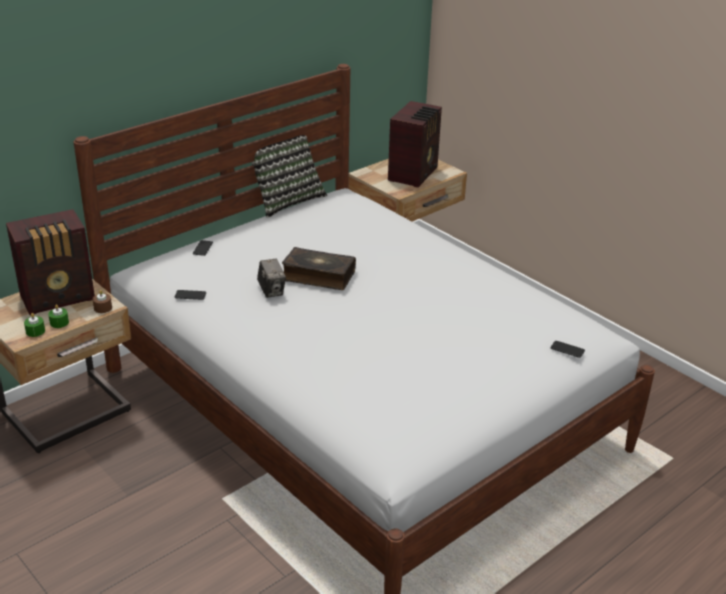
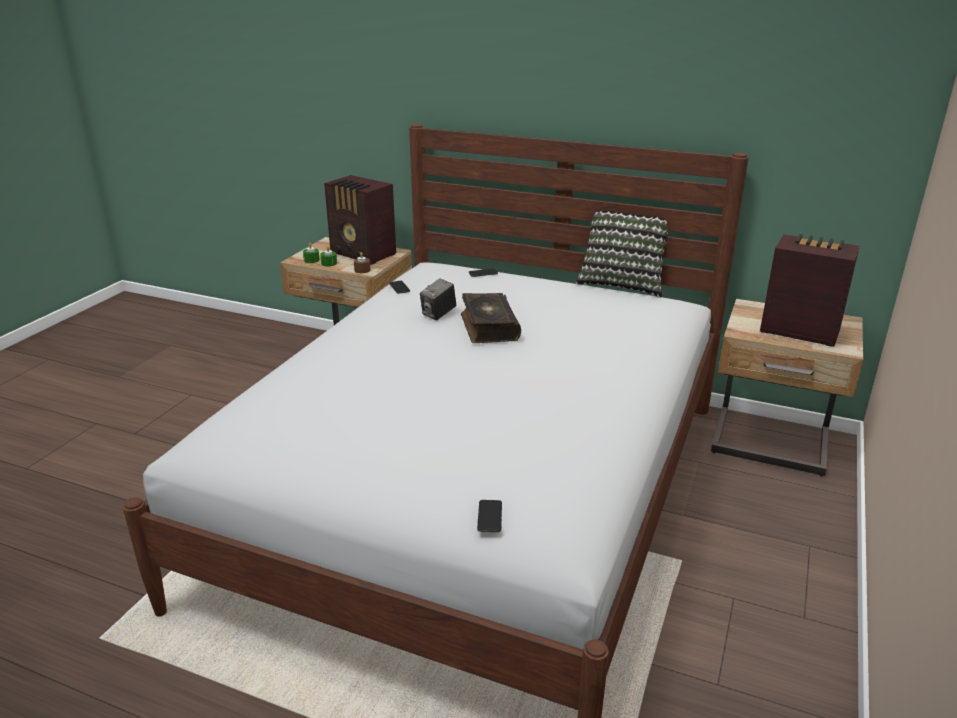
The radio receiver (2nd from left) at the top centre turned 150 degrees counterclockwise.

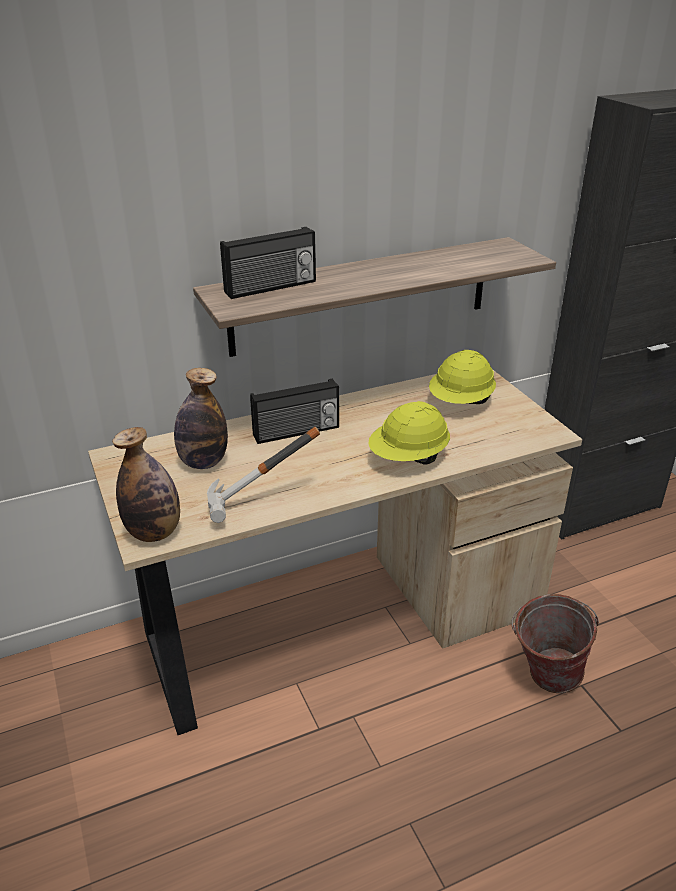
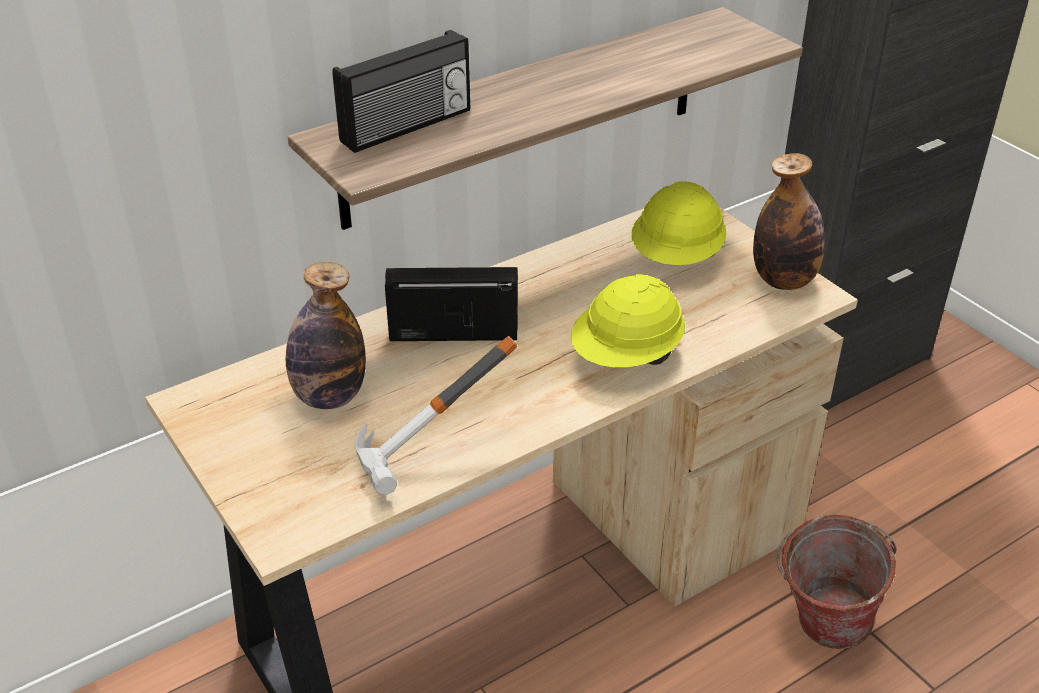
The drink bottle (1st from left in the first image) moved from the middle left to the top right.
The radio receiver (2nd from left) at the centre turned 150 degrees counterclockwise.

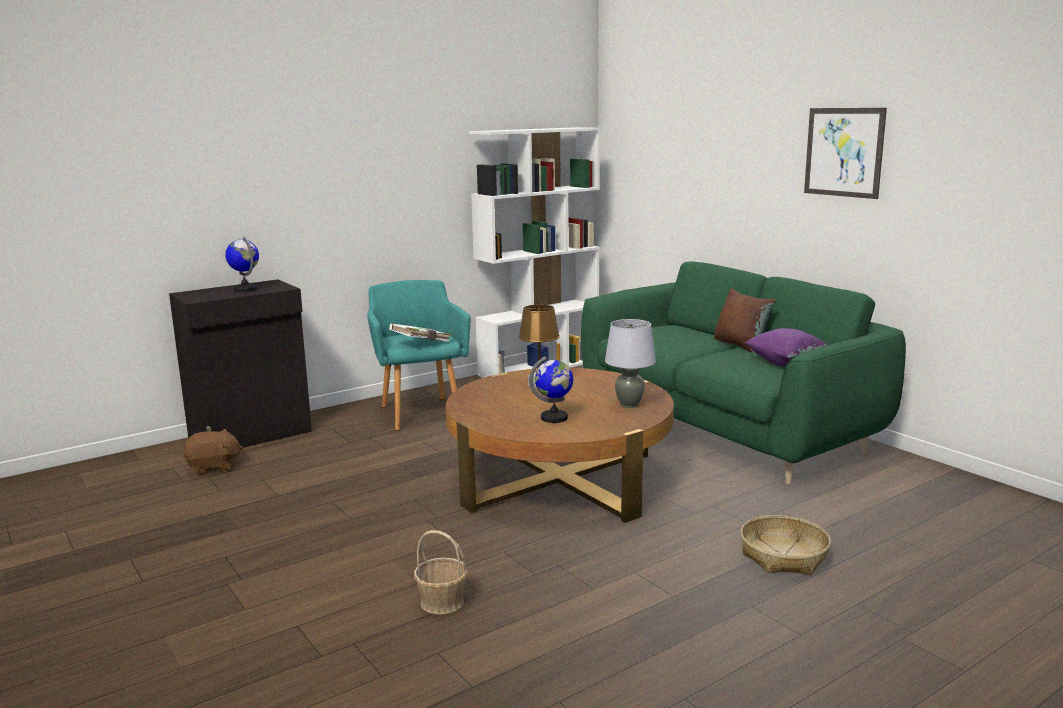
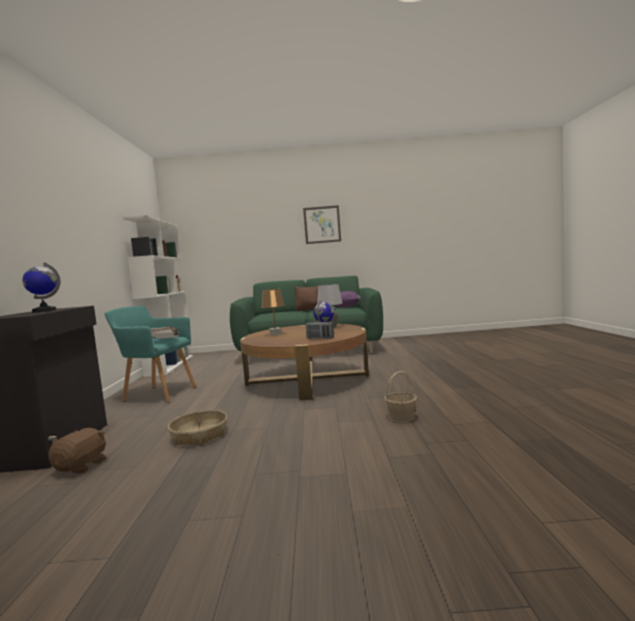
The radio receiver at the centre appeared.
The basket (2nd from left in the first image) moved from the bottom right to the bottom left.

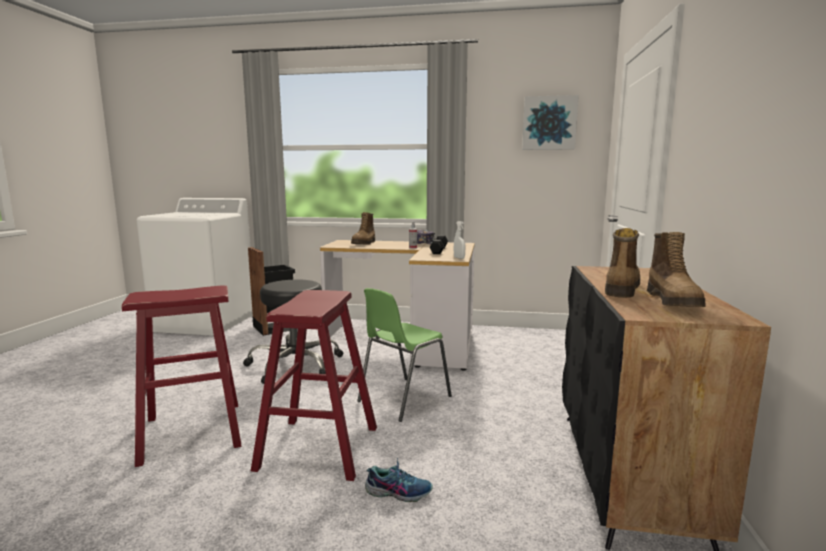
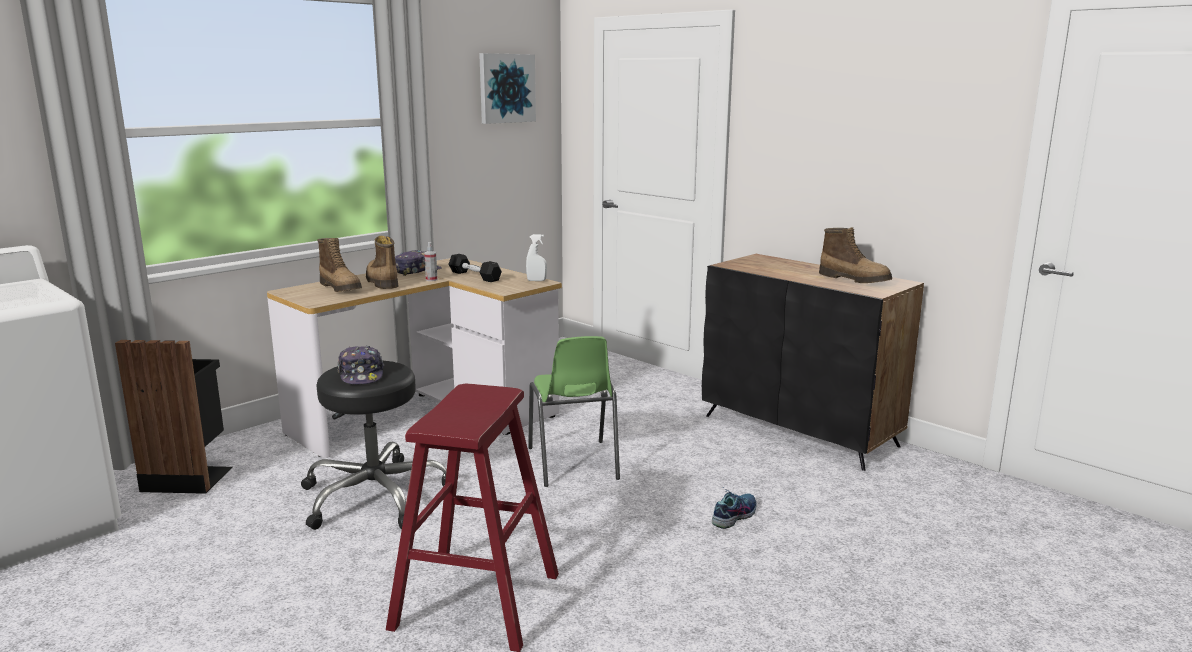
The reddish sitting stool (2nd from left) at the bottom centre disappeared.
The peaked cap (1st from left) at the middle left appeared.
The boot (2nd from left) moved from the middle right to the middle left.

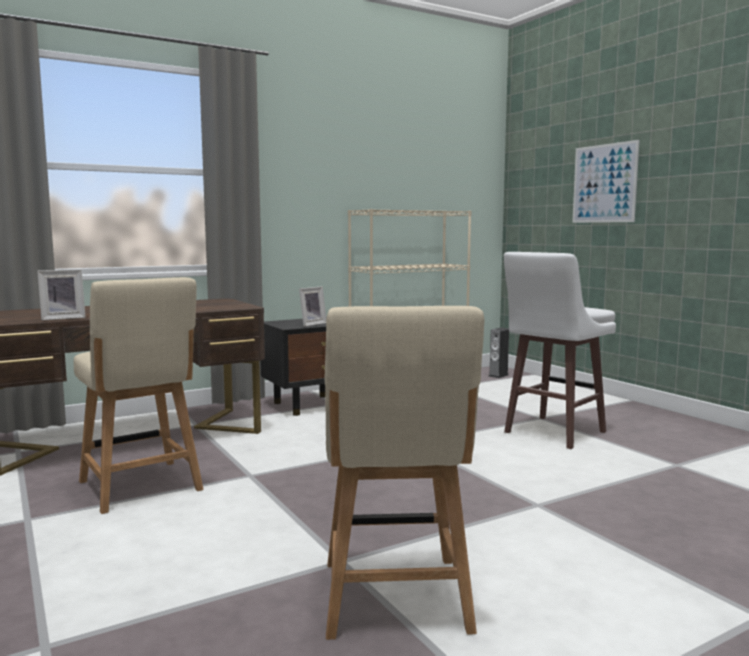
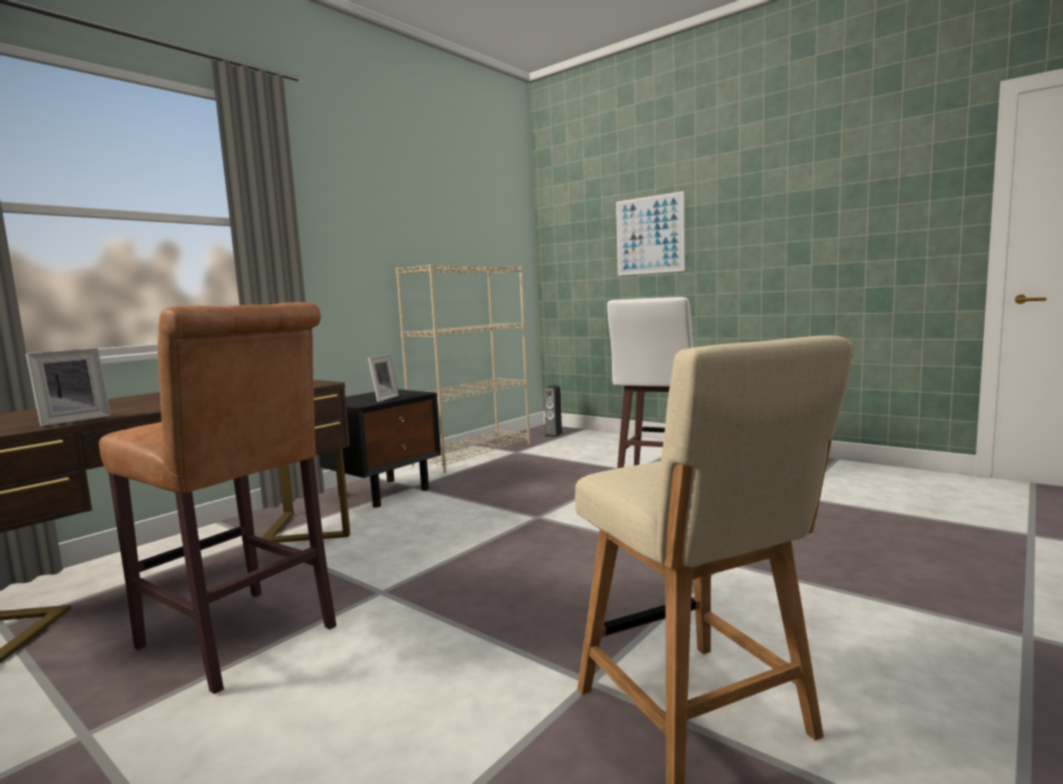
The beige plain chair (1st from left) at the middle left was replaced by the brown-coloured sitting stool at the middle left.

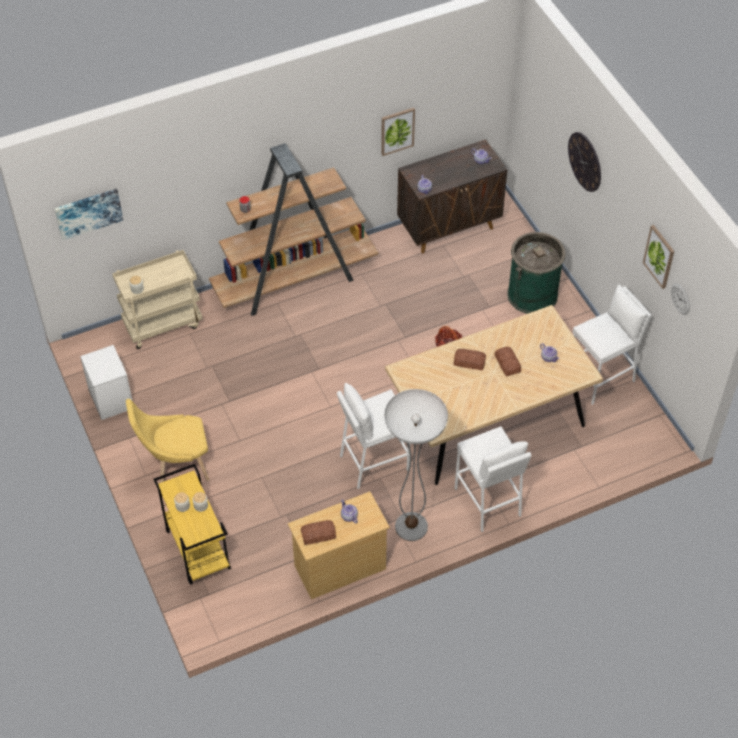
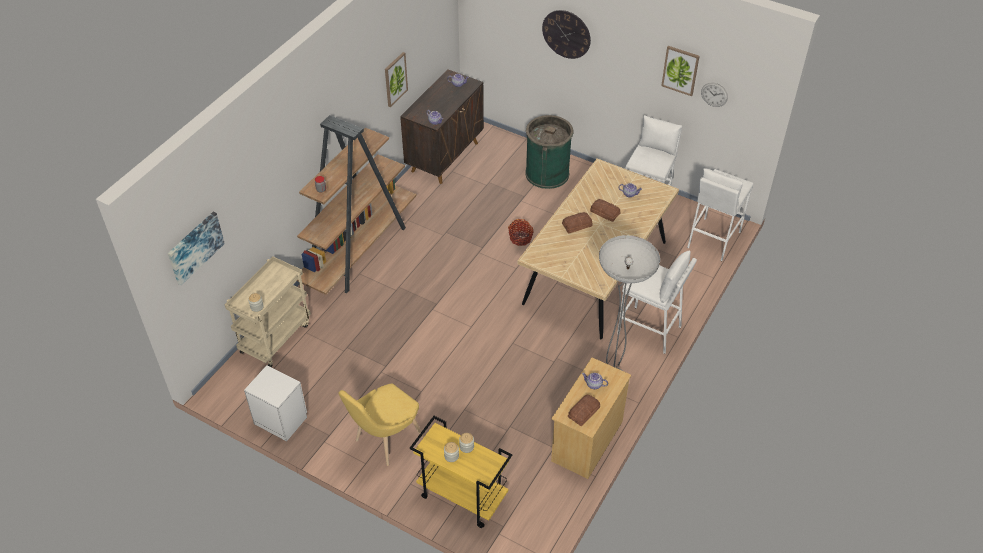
The whitish sitting stool (1st from left in the first image) moved from the centre to the middle right.

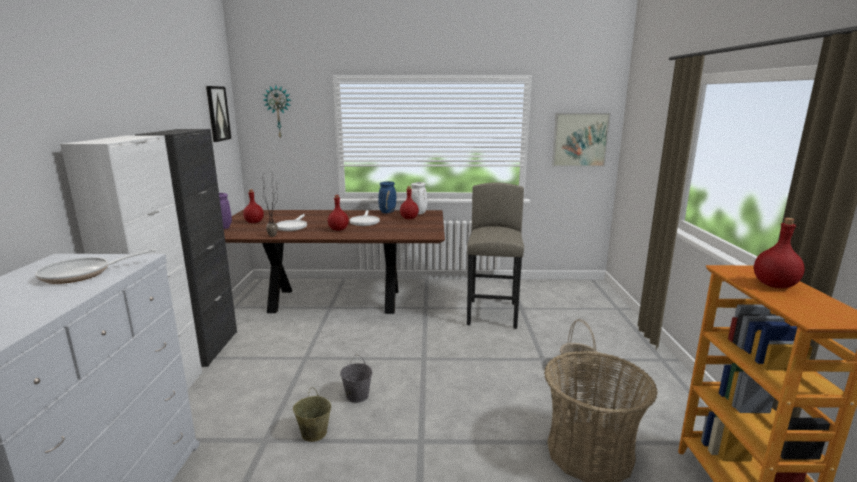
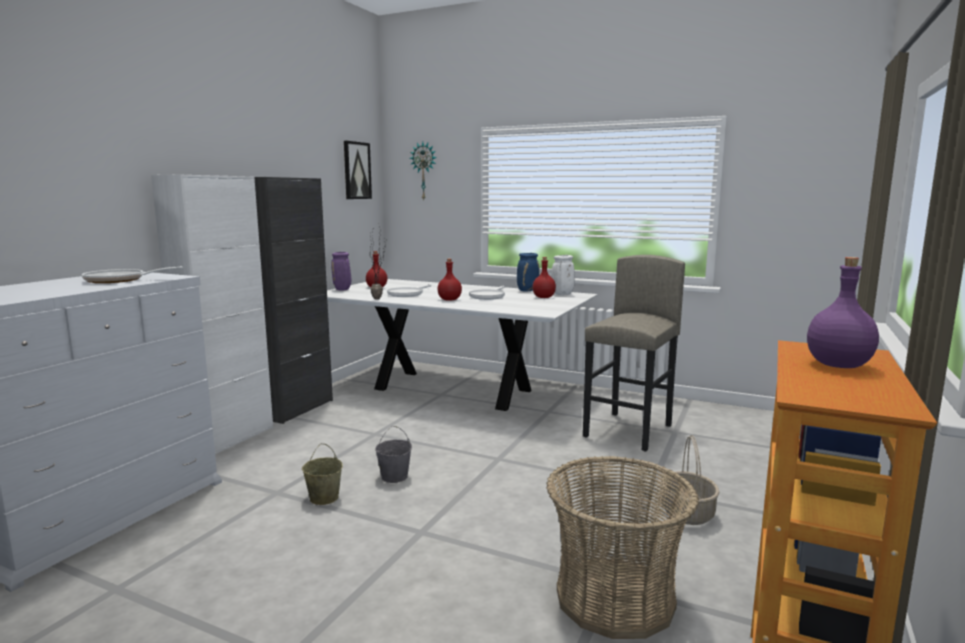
The wall art (2nd from left) at the top right disappeared.
The brown-coloured dinner table at the centre became the whitish dinner table at the centre.
The reddish drink bottle (4th from left) at the middle right became the purplish drink bottle at the middle right.

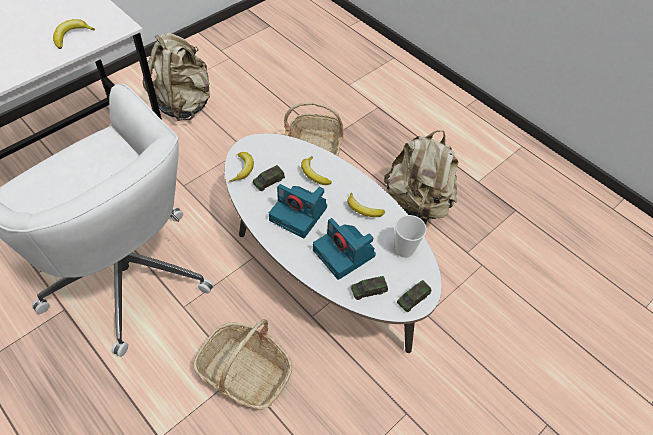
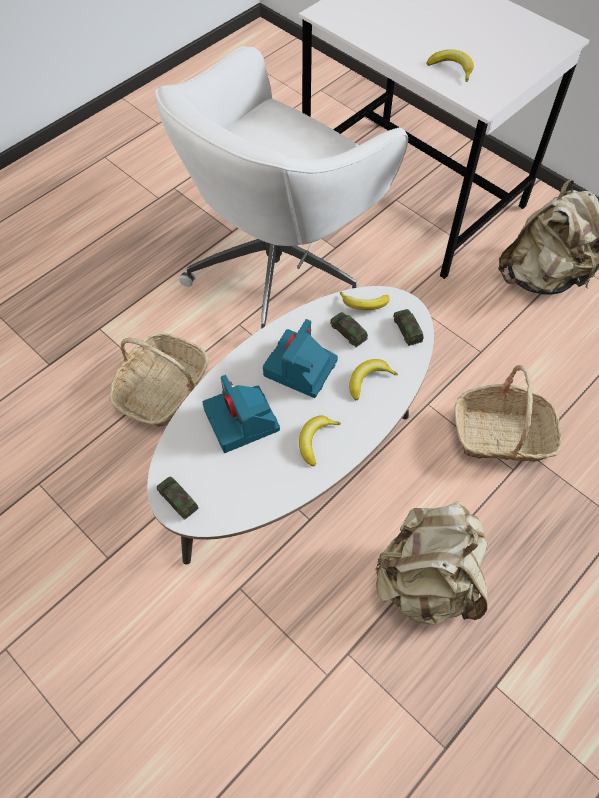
The drinking cup at the centre disappeared.
The model car (2nd from left in the first image) moved from the centre to the middle right.
The photo camera (2nd from left in the first image) at the centre turned 75 degrees counterclockwise.

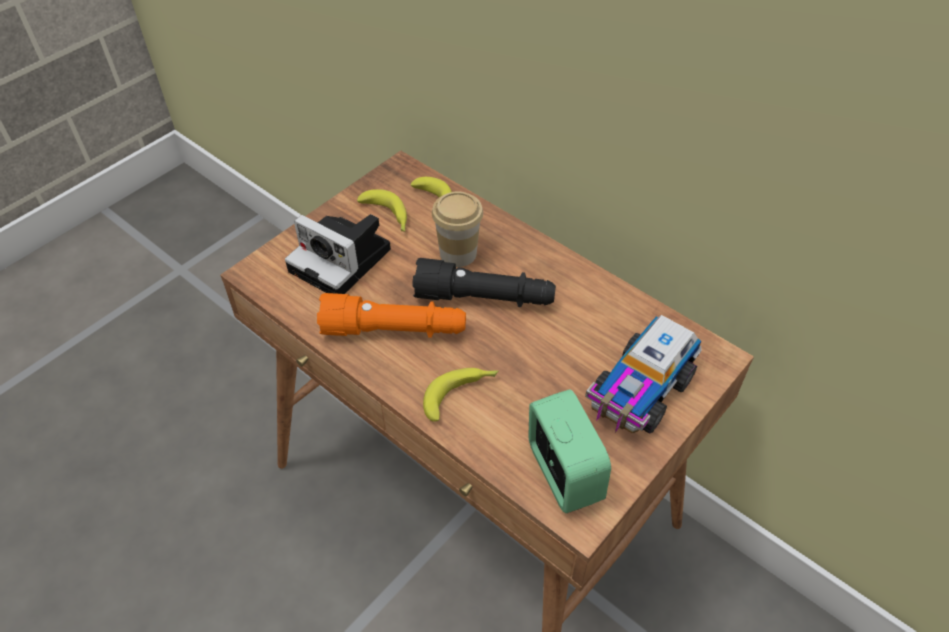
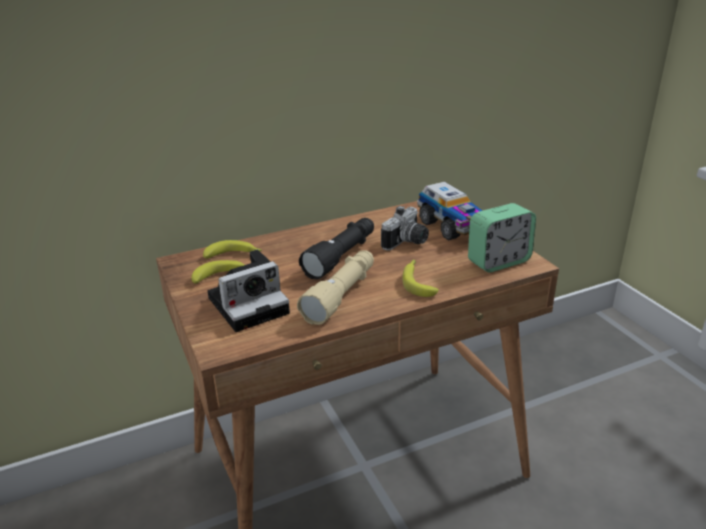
The drinking cup at the centre disappeared.
The photo camera (2nd from left) at the centre appeared.
The orange flashlight at the centre became the beige flashlight at the centre.
The bedside clock at the bottom centre turned 150 degrees clockwise.

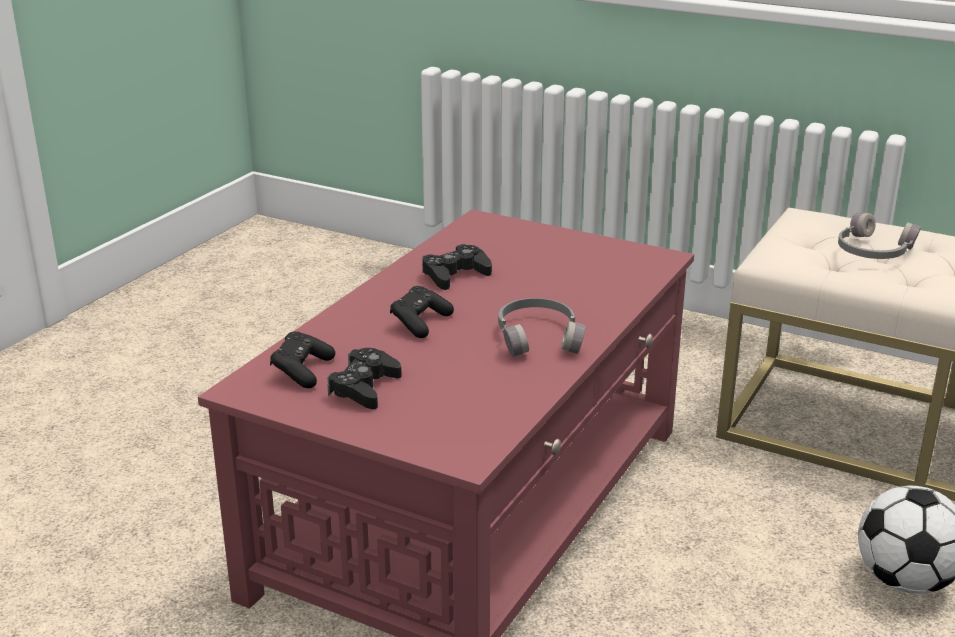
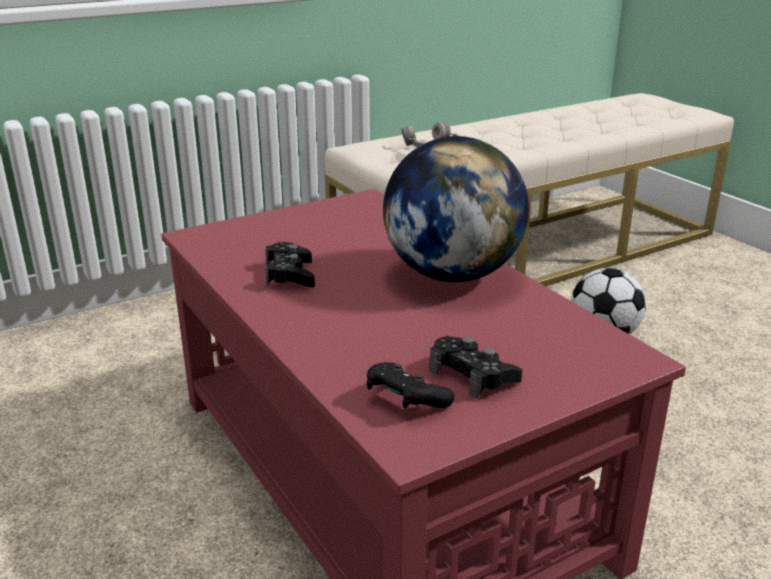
The blackish gamepad (3rd from left) at the centre disappeared.
The grey pair of headphones (1st from left) at the centre was replaced by the world globe at the centre.

